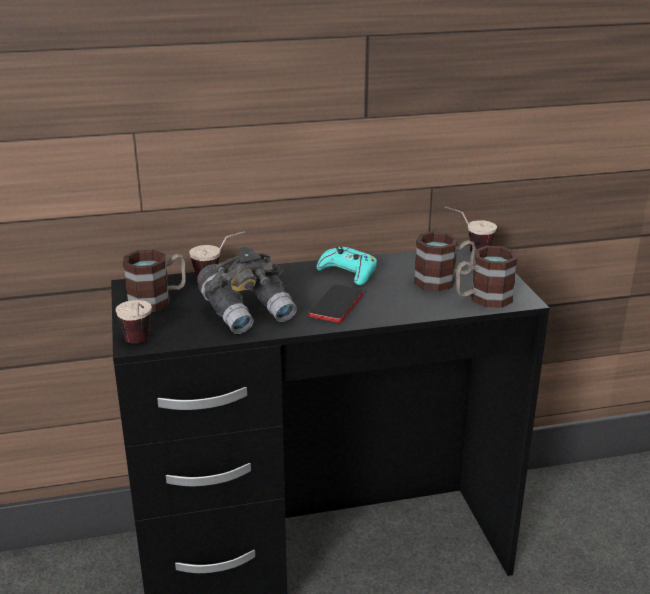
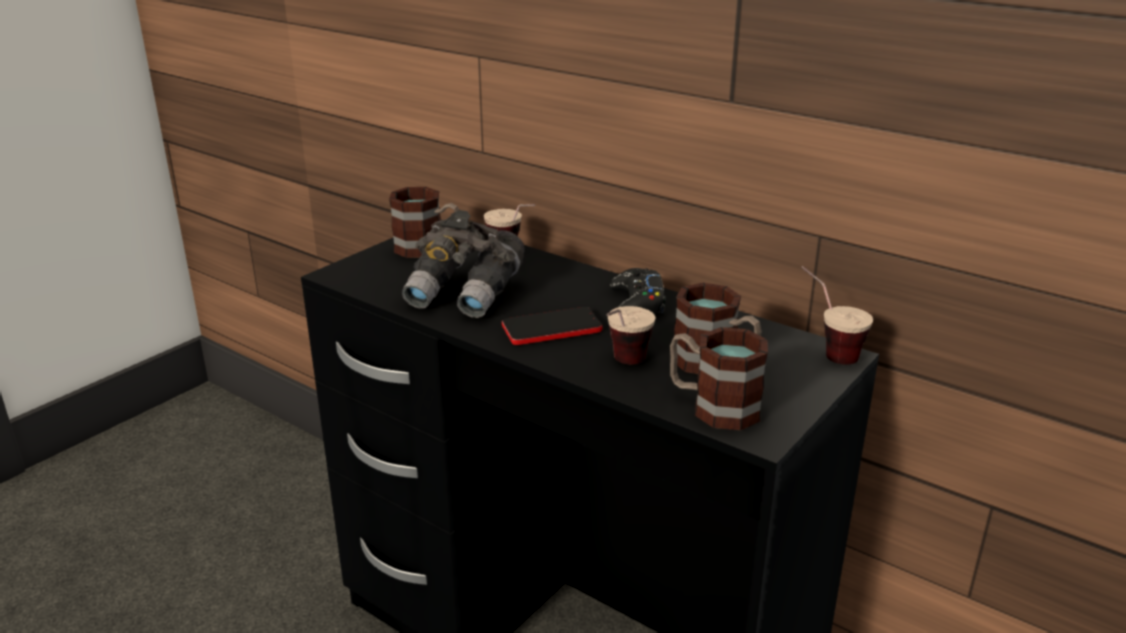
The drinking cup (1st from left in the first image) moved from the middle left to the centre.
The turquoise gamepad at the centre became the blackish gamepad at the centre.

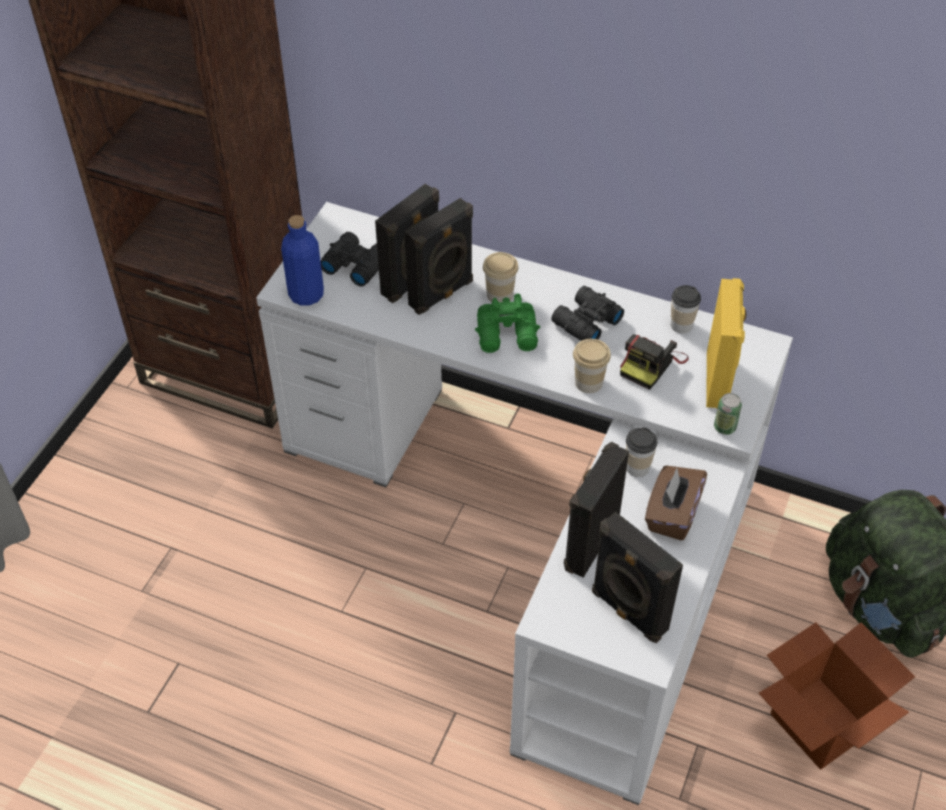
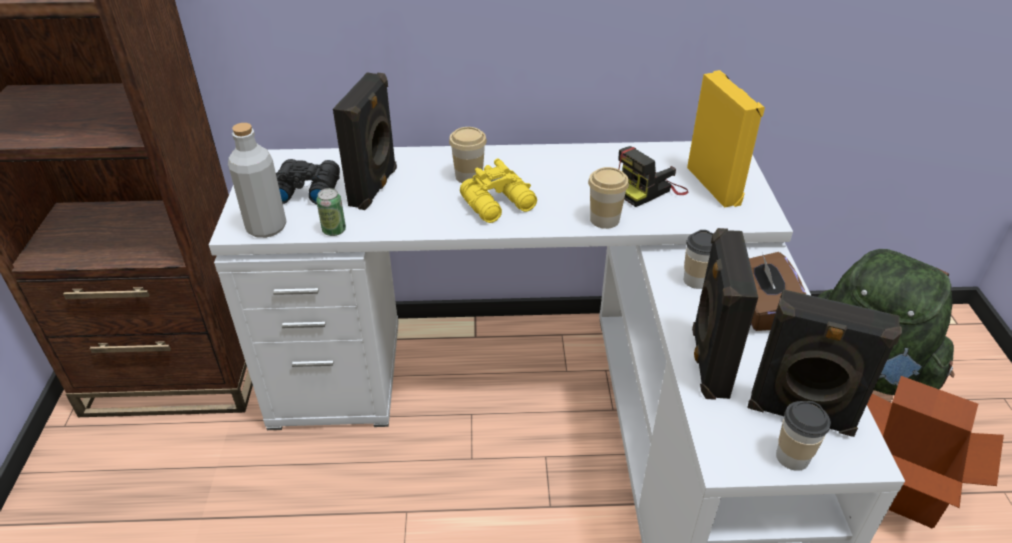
The blackish speaker (2nd from left) at the top centre disappeared.
The blackish field glasses (2nd from left) at the centre disappeared.
The drinking cup (4th from left) moved from the middle right to the bottom right.
The metal can moved from the middle right to the middle left.
The blue drink bottle at the top left became the grey drink bottle at the top left.
The green field glasses at the centre became the yellow field glasses at the centre.
The photo camera at the middle right turned 45 degrees clockwise.

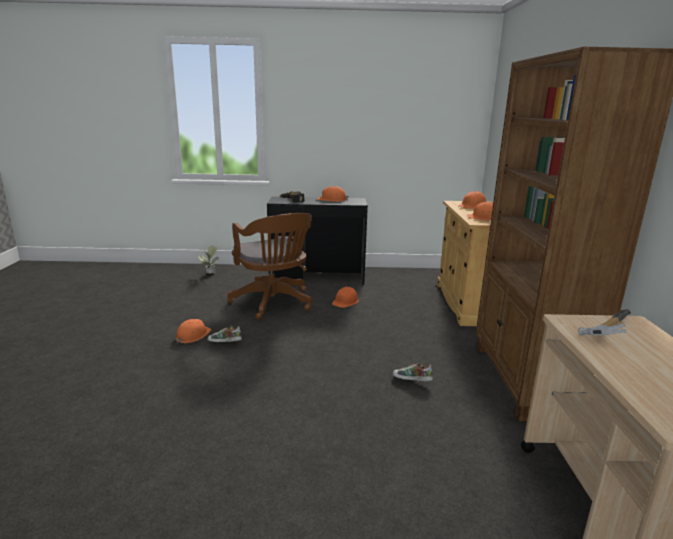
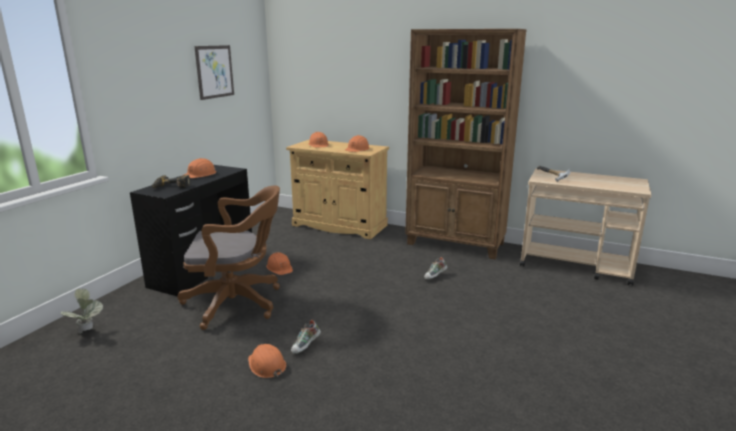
The wall art at the top left appeared.

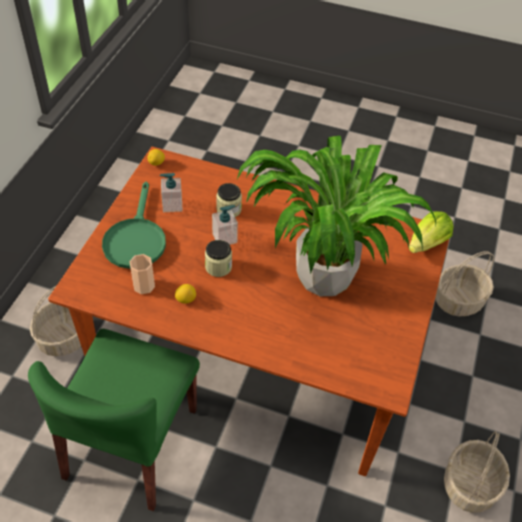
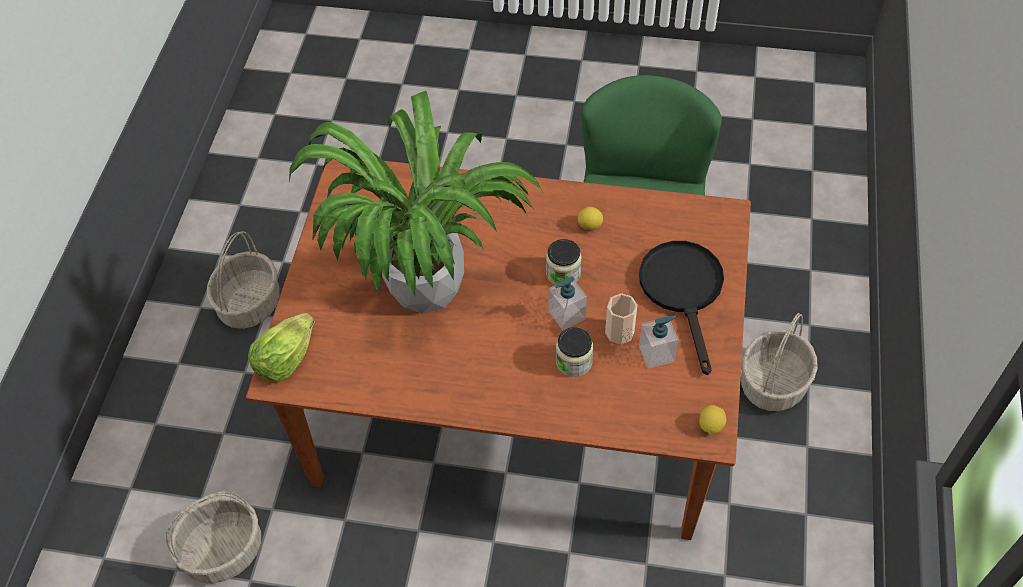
The drinking cup moved from the middle left to the centre.
The green skillet at the middle left became the blackish skillet at the centre.

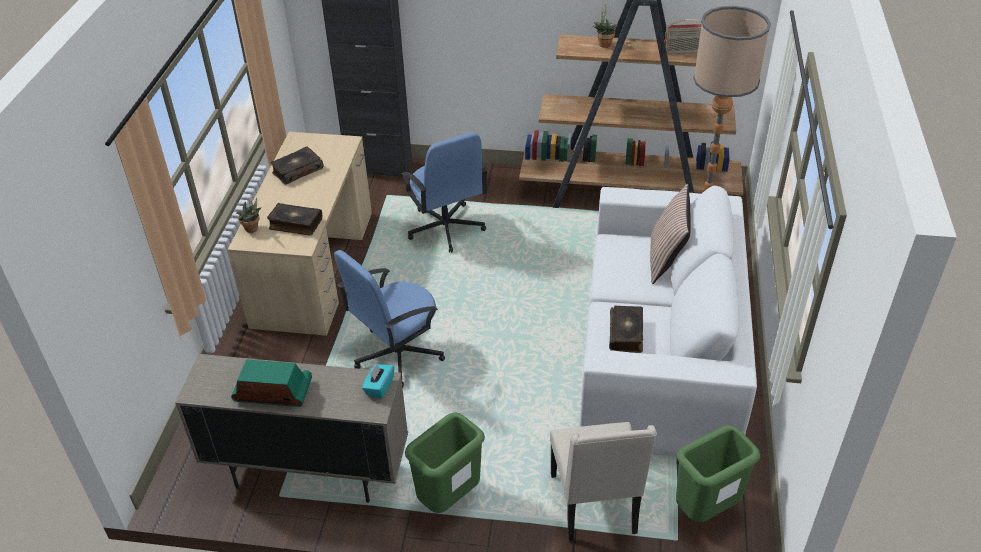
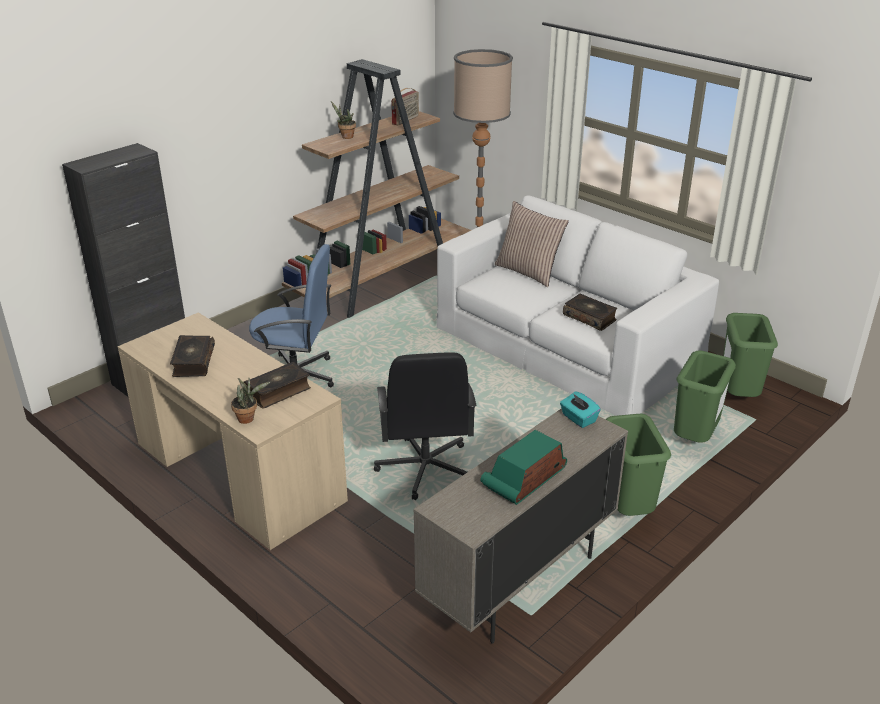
The beige plain chair at the bottom centre was replaced by the green waste bin (2nd from left) at the middle right.
The blue computer chair (1st from left) at the centre became the blackish computer chair at the centre.

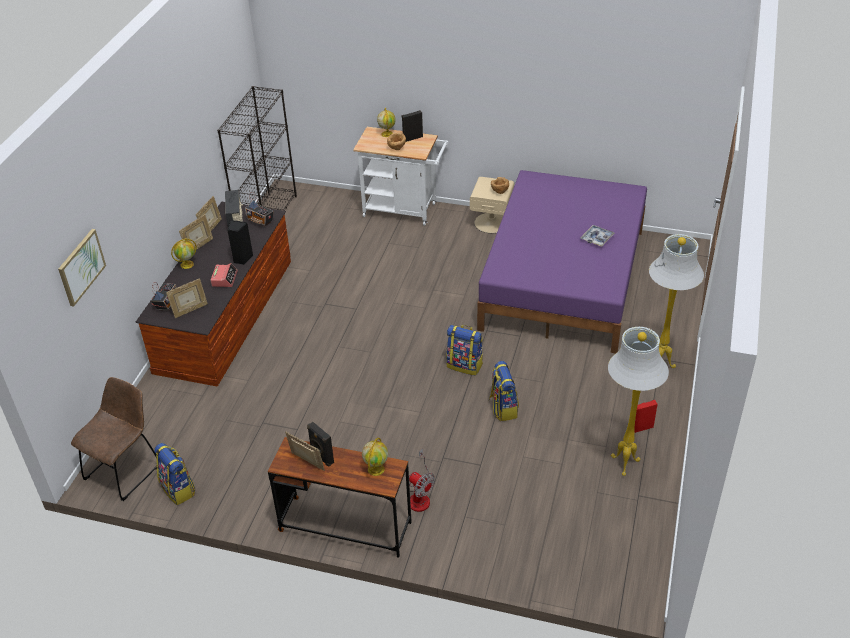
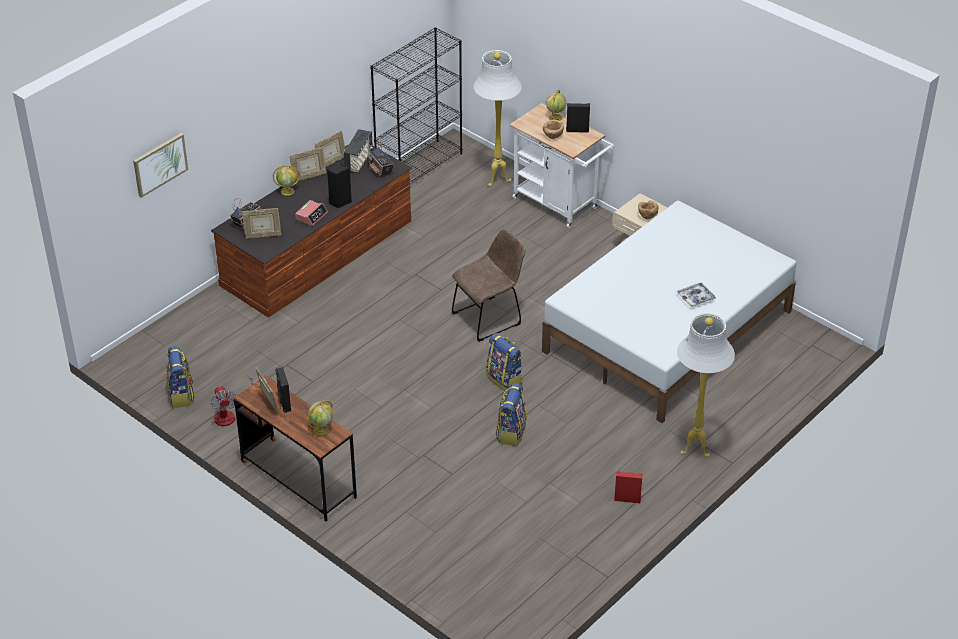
The brown-coloured plain chair moved from the bottom left to the centre.
The cooling fan moved from the bottom centre to the middle left.
The whitish standing lamp (1st from left) moved from the middle right to the top centre.
The purplish sleeping bed at the centre became the whitish sleeping bed at the middle right.

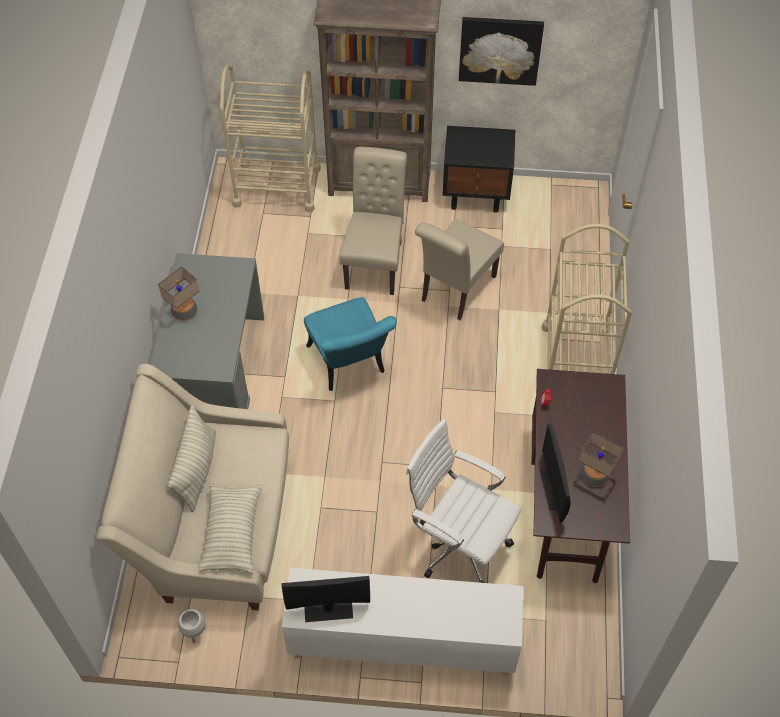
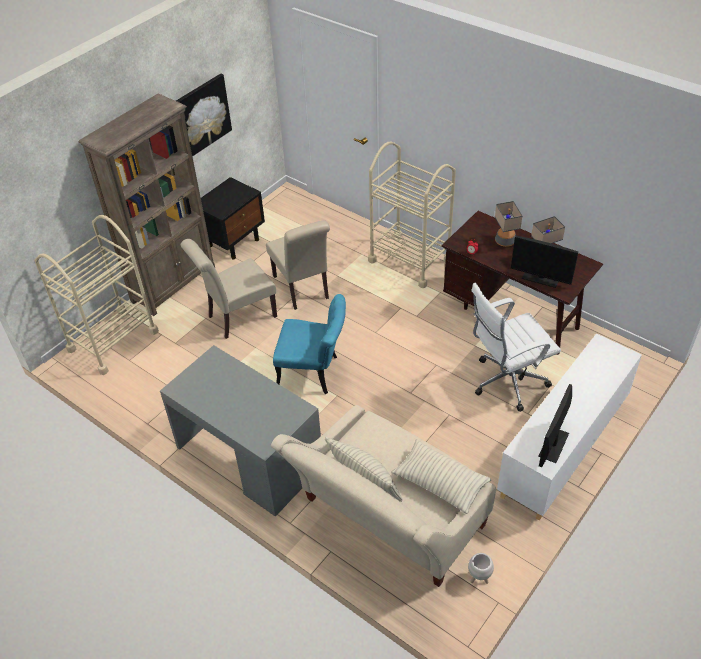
The table lamp (1st from left) moved from the middle left to the middle right.
The beige plain chair (1st from left) at the top centre turned 75 degrees counterclockwise.

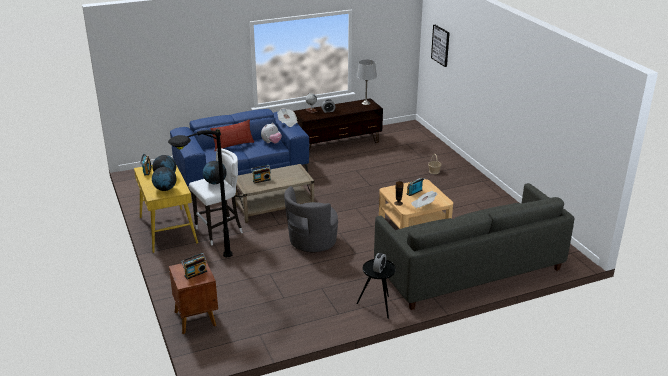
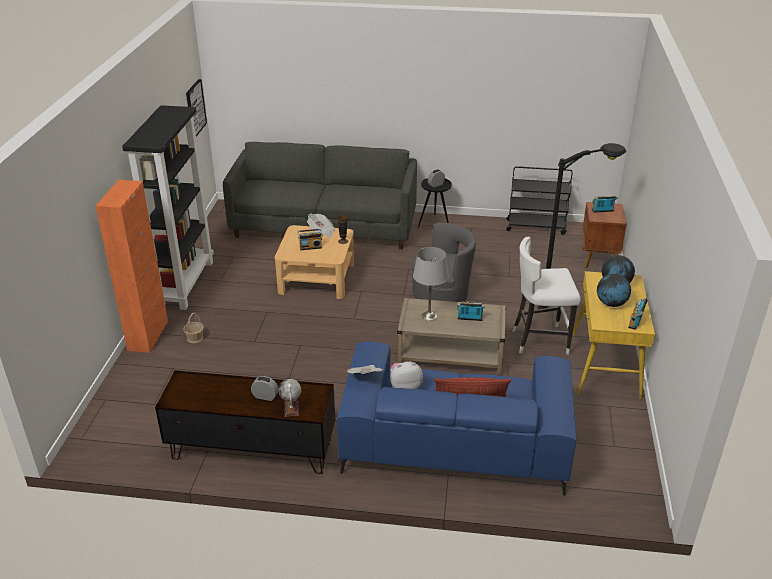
The world globe (3rd from left) at the middle left disappeared.
The orange cabinet at the middle left appeared.
The blackish bookcase at the middle left appeared.
The blackish wheeled cart at the middle right appeared.
The grey table lamp moved from the top centre to the centre.
The wall art moved from the top centre to the top left.

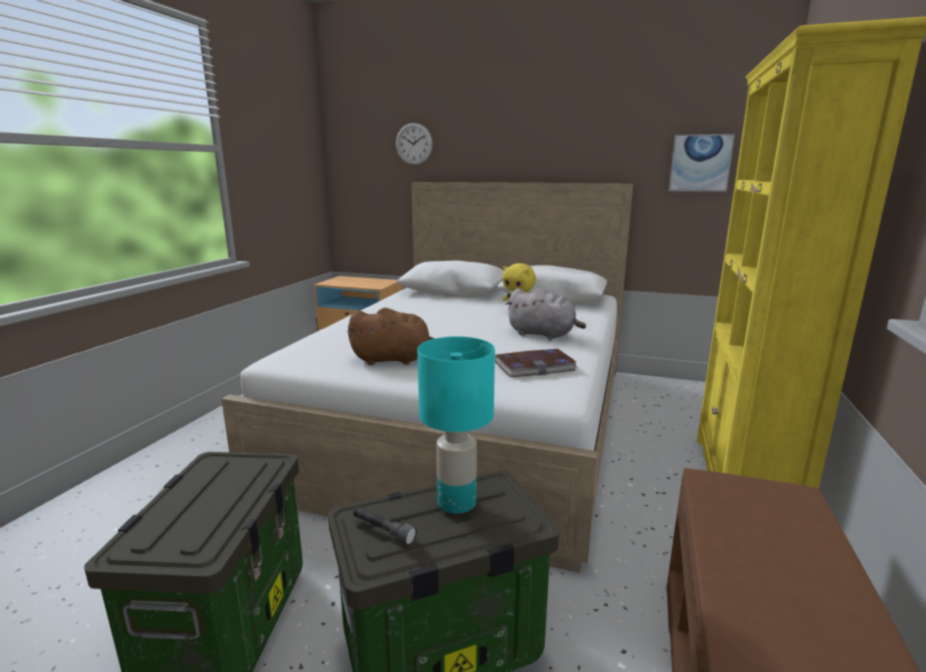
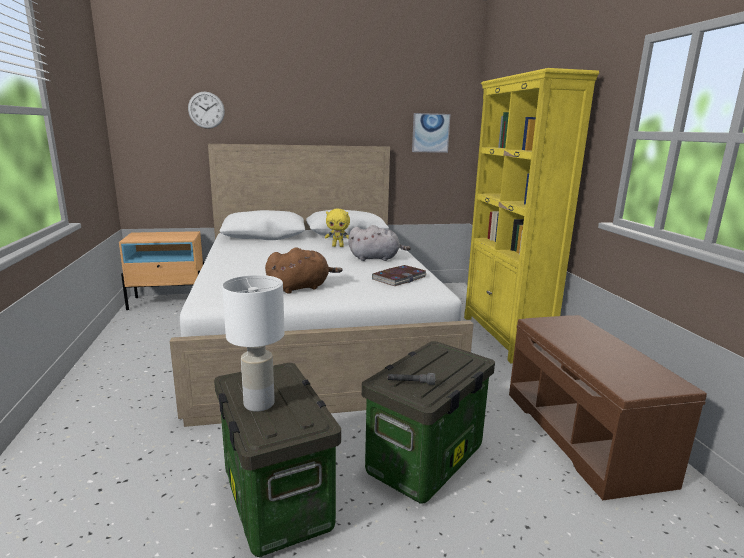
The turquoise table lamp at the centre disappeared.
The whitish table lamp at the centre appeared.

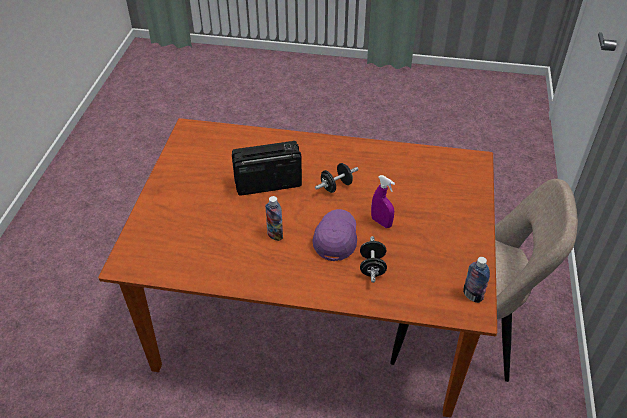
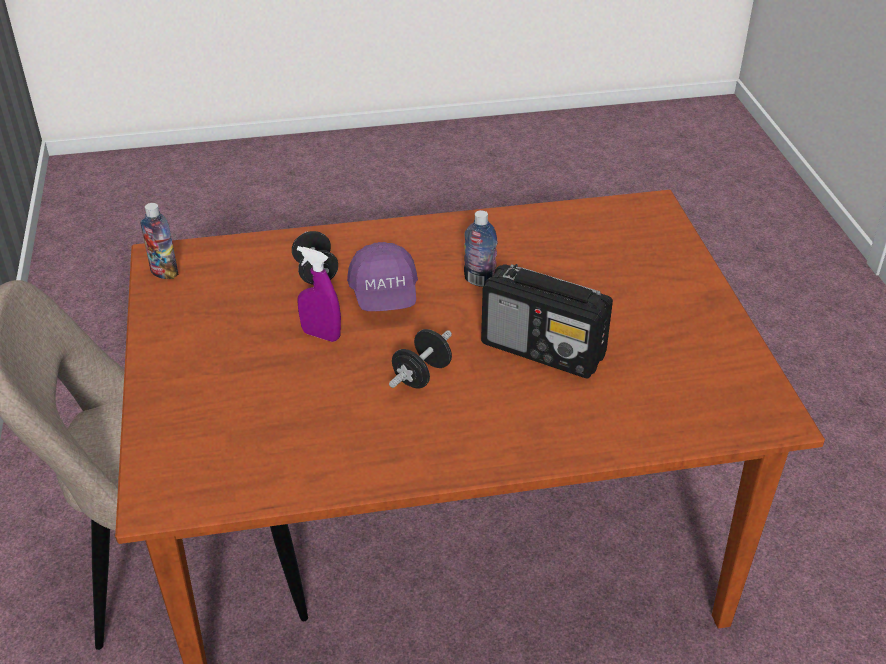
The radio receiver at the centre turned 60 degrees clockwise.

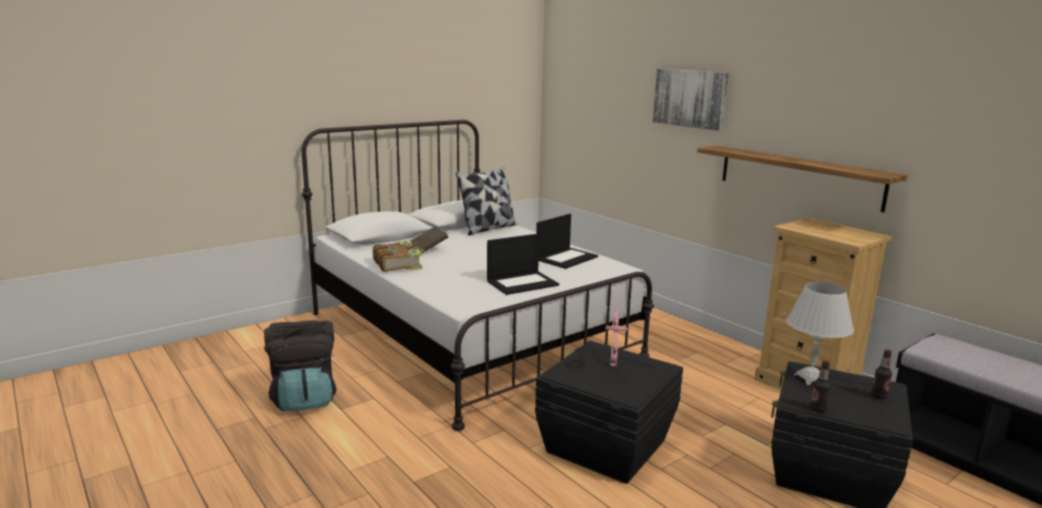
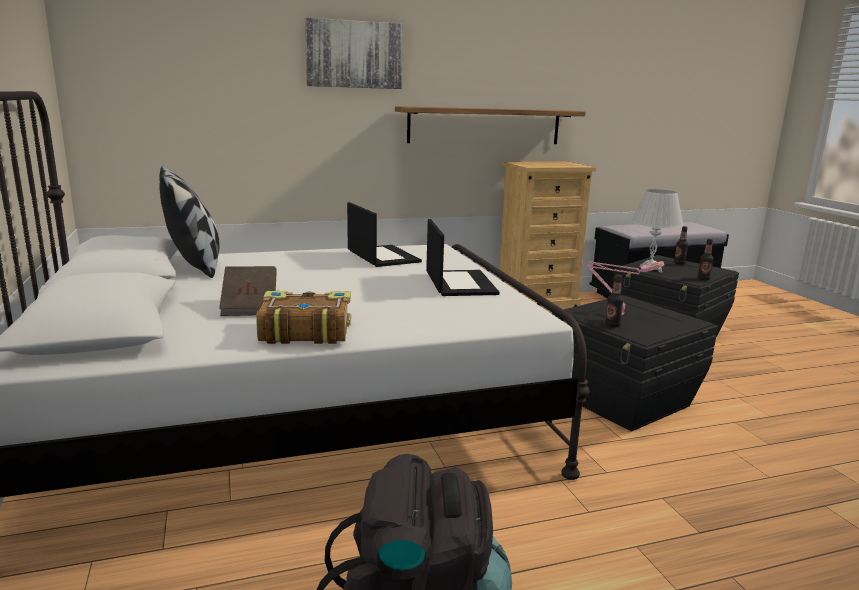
The drink bottle (1st from left) at the middle right appeared.

